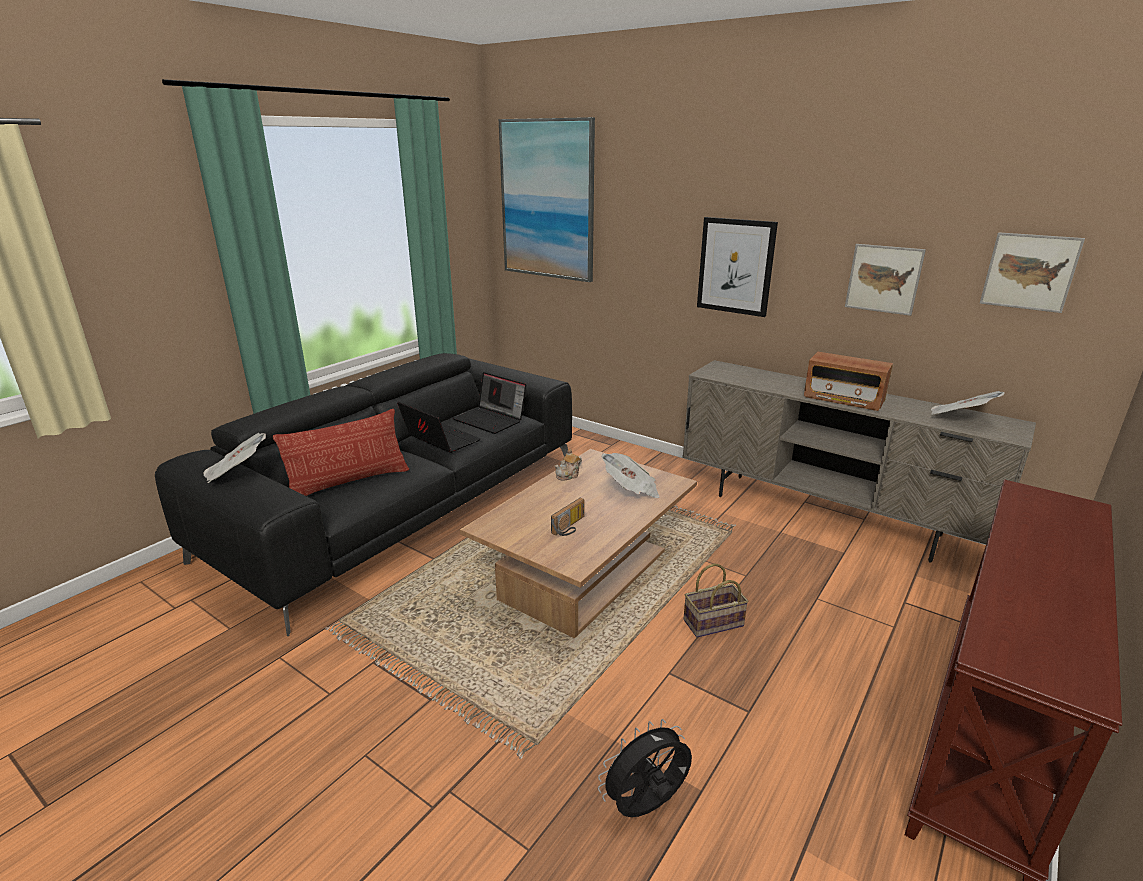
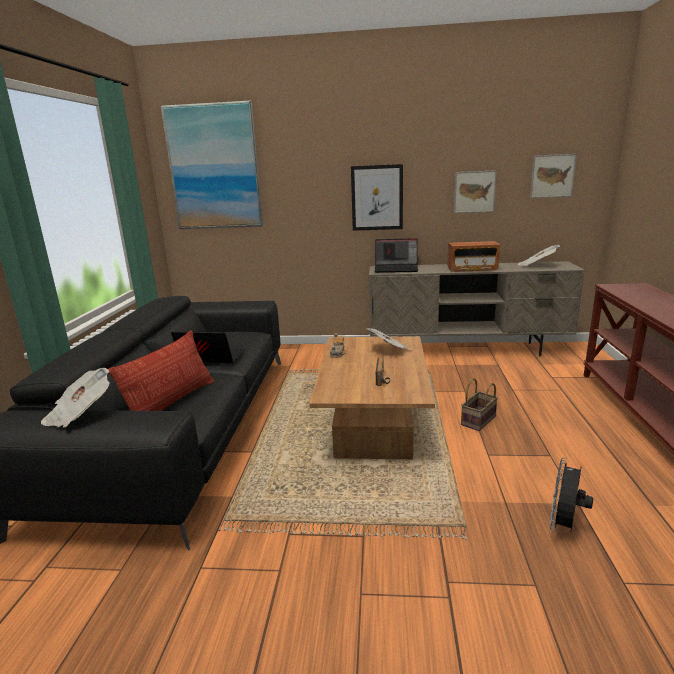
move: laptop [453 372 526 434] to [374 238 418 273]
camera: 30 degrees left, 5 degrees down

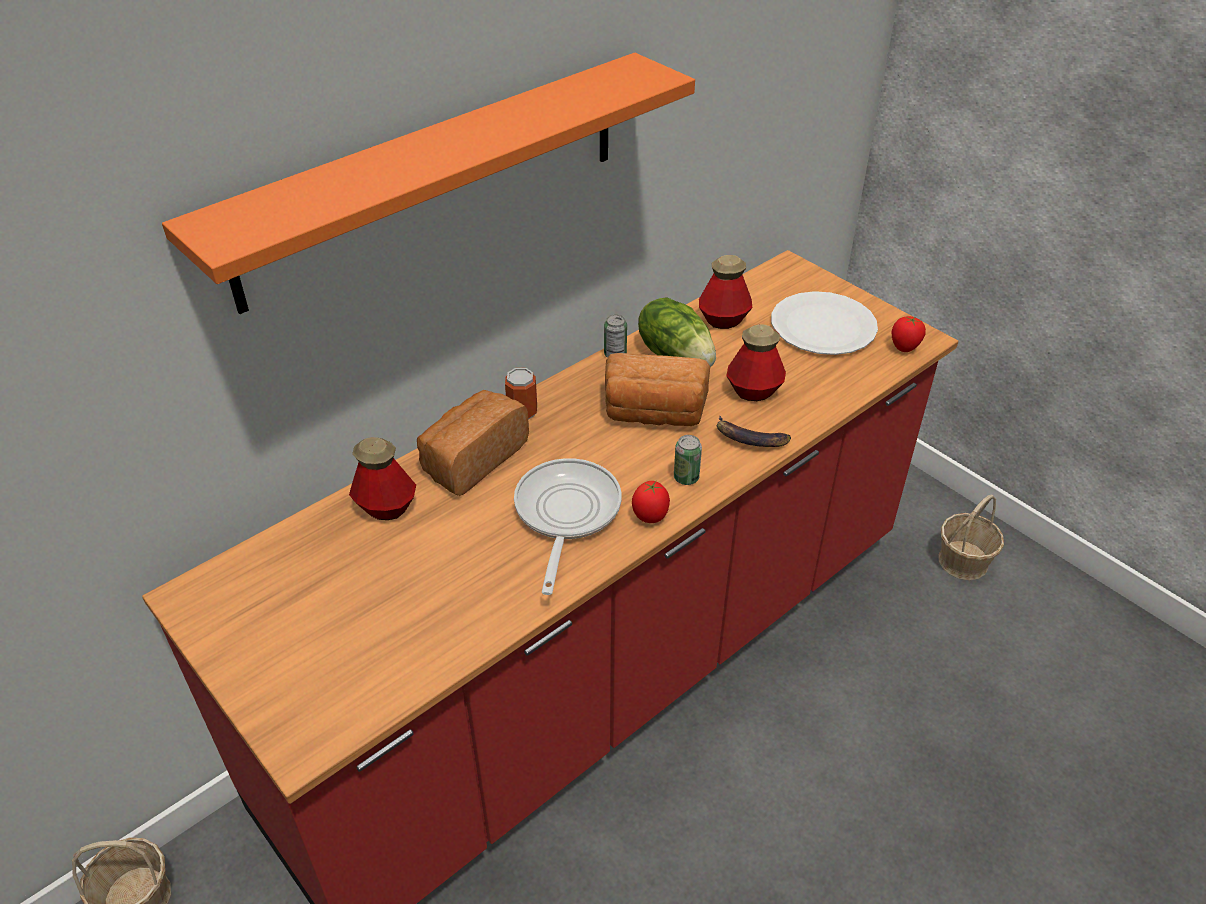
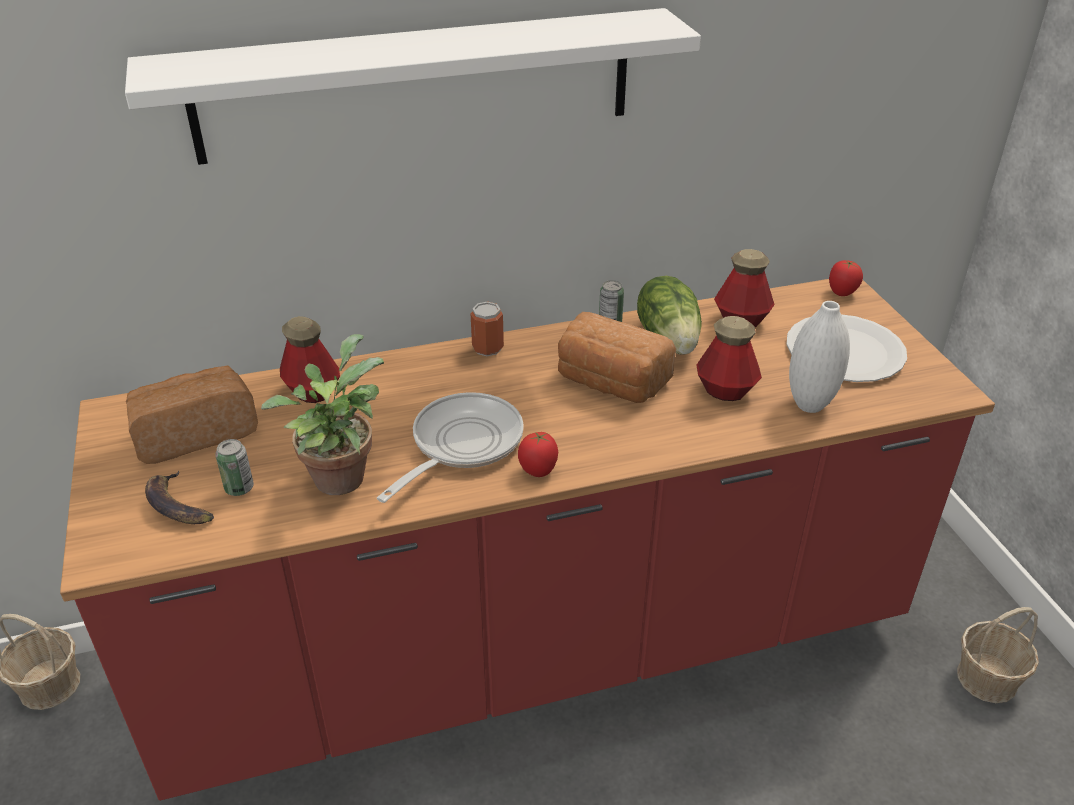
insert: roślina doniczkowa [261 334 384 495]; wazon [biały] [789 301 850 413]
move: chleb [417 390 529 496] to [126 365 258 464]; puszka [674 435 702 485] to [216 439 254 496]; banan [717 416 791 447] to [145 471 214 524]; pomidor [892 316 926 352] to [829 260 863 296]
recolor: półka [pomarańczowy] [162 53 695 314] to półka [biały] [125 8 701 165]
camera: 25 degrees right, 5 degrees down

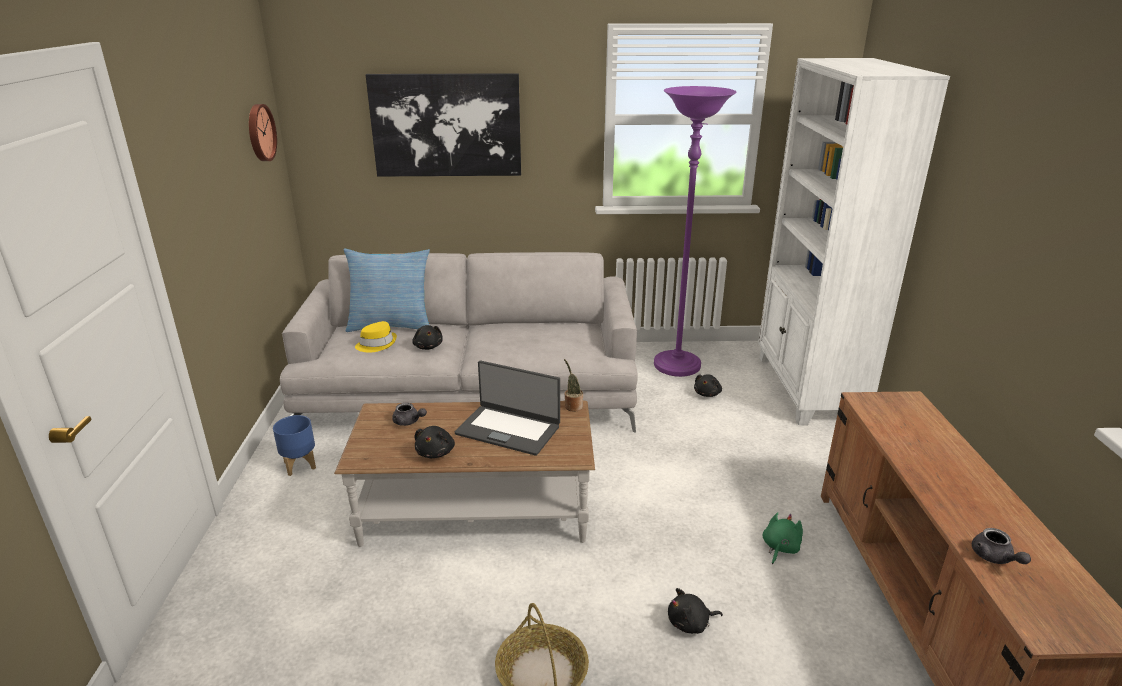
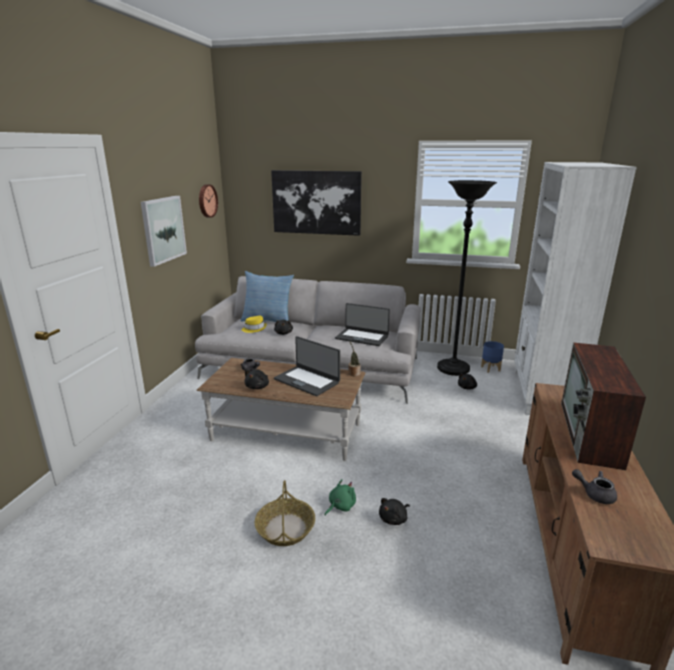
insert: obraz [141 196 187 267]; laptop [335 303 390 346]; telewizor [561 342 646 470]
move: donica [niebieski] [273 415 316 476] to [481 341 504 373]; pluszak [zielony] [763 512 803 564] to [324 479 356 516]
recolor: lampa stojąca [fioletowy] [654 86 737 377] to lampa stojąca [czarny] [437 180 497 376]
rotate: pluszak [czarny] [668 588 723 634] = [379 498 410 525] 45 degrees counterclockwise; imbryk [szary] [972 528 1031 564] = [572 469 617 504] 120 degrees clockwise
camera: 15 degrees right, 5 degrees down

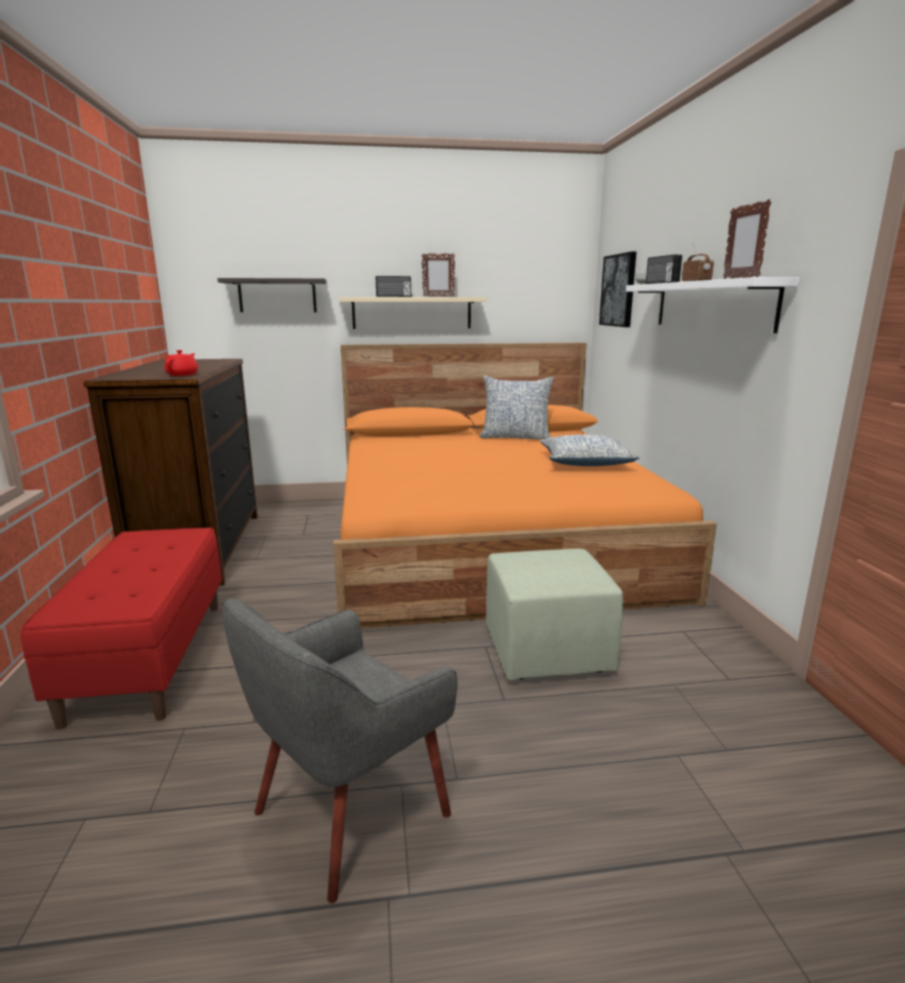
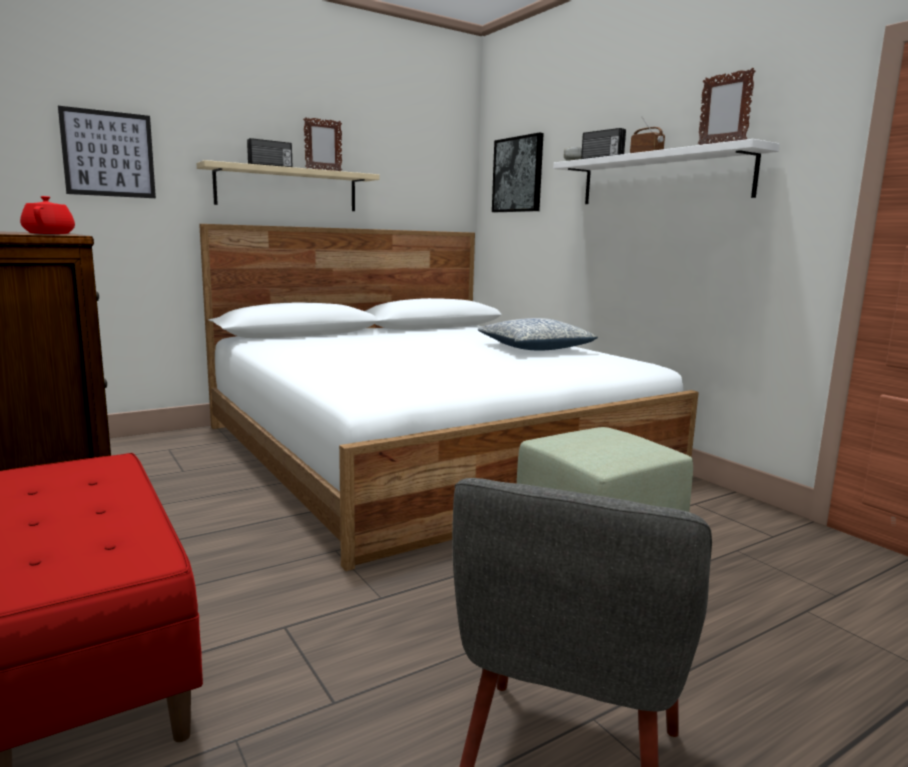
delete: poduszka [479 375 554 440]
replace: półka [217 278 327 312] to obraz [58 106 156 198]
recolor: łóżko [pomarańczowy] [333 342 717 628] to łóżko [biały] [199 224 699 571]
camera: 25 degrees left, 5 degrees down

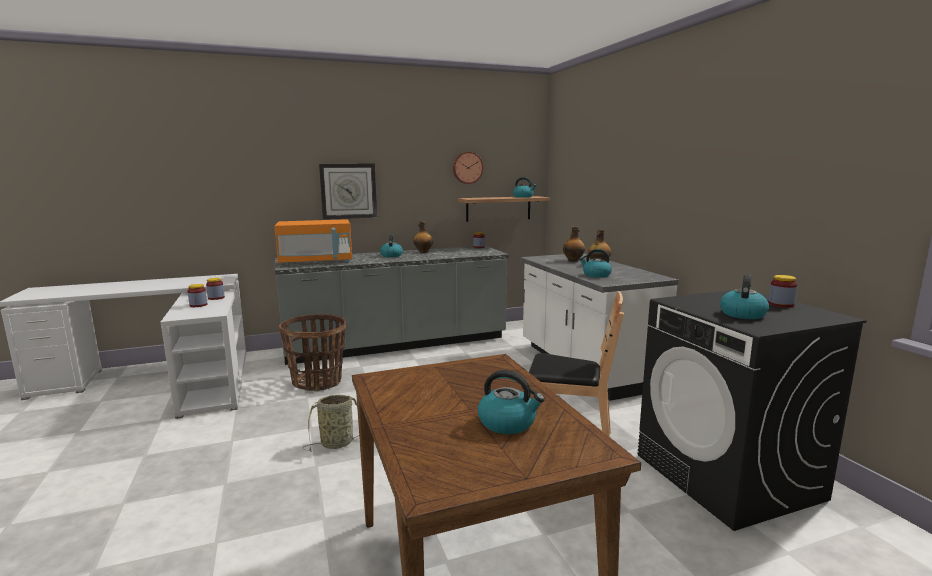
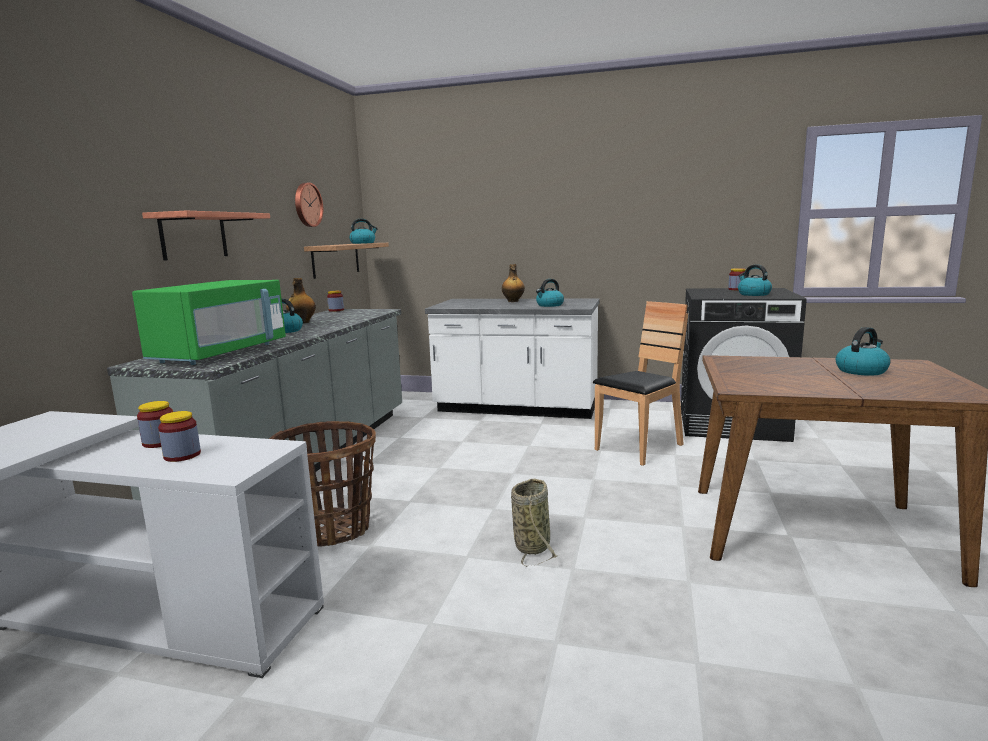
delete: butelka [563 226 585 262]
replace: zegar ścienny [319 164 377 219] to półka [142 211 270 261]
recolor: mikrofalówka [pomarańczowy] [275 220 352 265] to mikrofalówka [zielony] [132 280 286 365]
camera: 55 degrees left, 0 degrees up

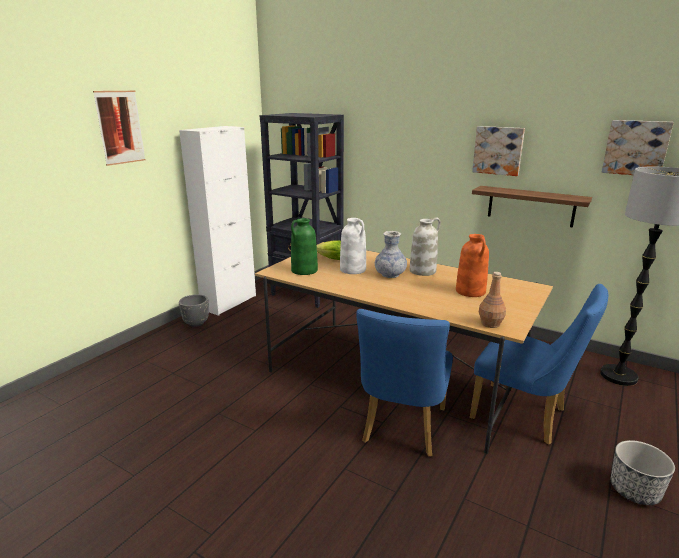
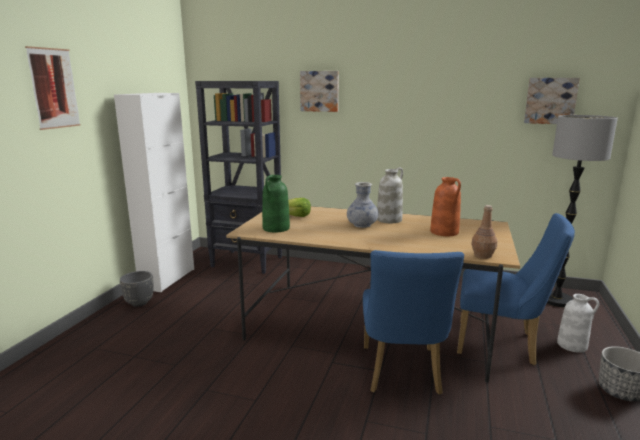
delete: półka [472 186 592 228]
move: wazon [biały] [340 218 366 274] to [557 294 599 353]; obraz [472 126 525 176] to [300 71 339 112]
camera: 15 degrees left, 5 degrees down

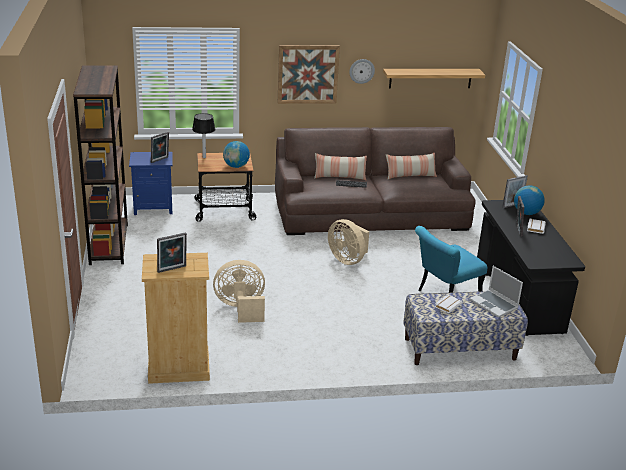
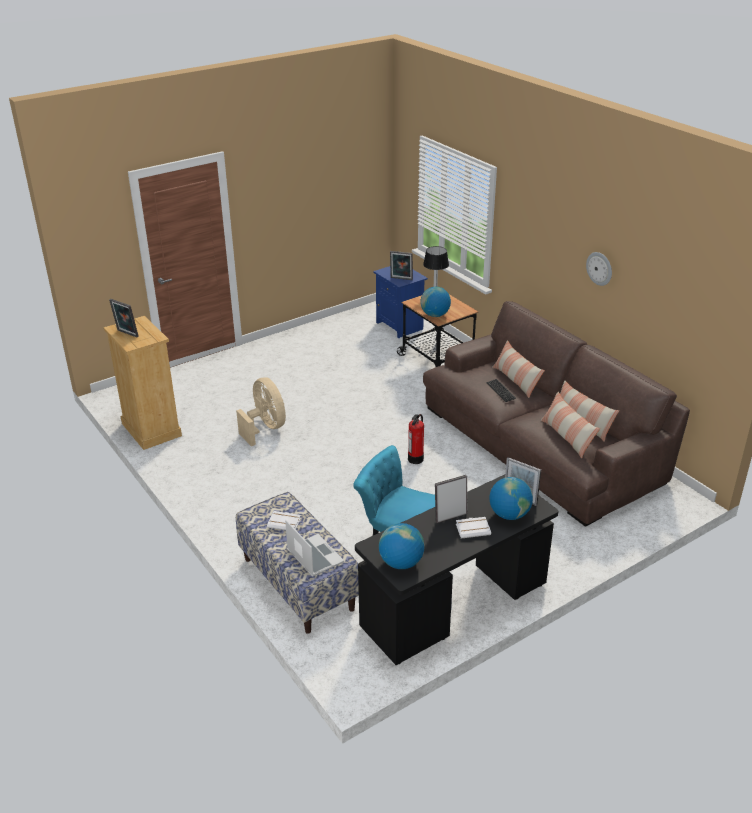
delete: regał [brązowy] [73 65 128 265]; obraz [278 45 340 104]; półka [383 69 485 89]
insert: globus [379 523 424 569]; poduszka [540 392 600 459]
replace: wentylator [beżowy] [328 219 369 265] to gaśnica [408 414 424 464]
rotate: laptop [470 266 523 317] = [285 520 344 577] 120 degrees clockwise
camera: 65 degrees right, 5 degrees up

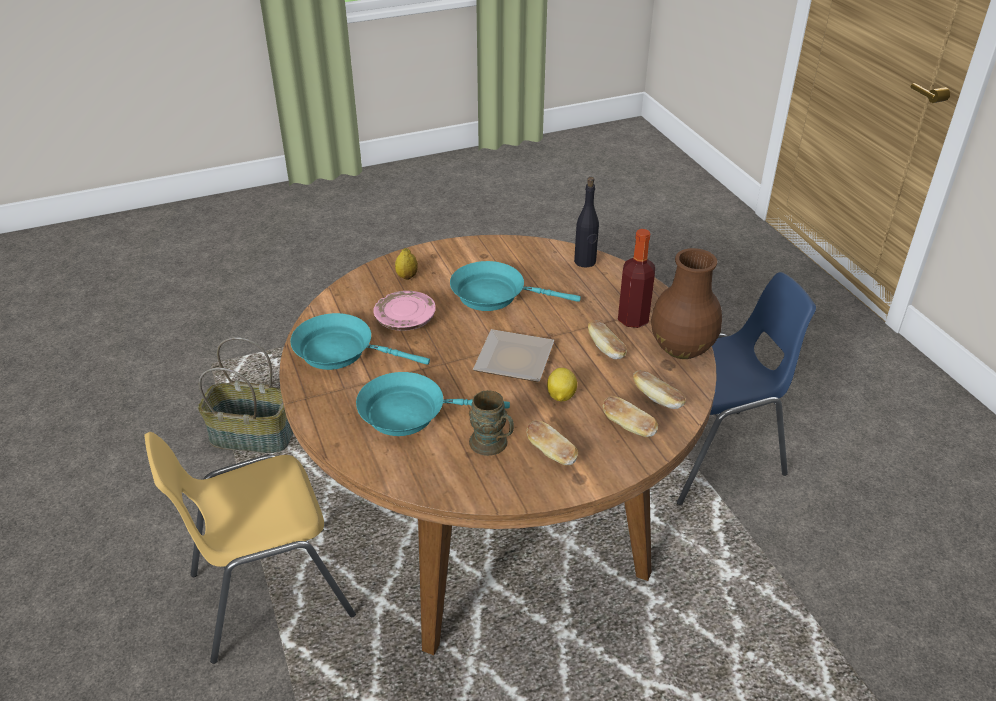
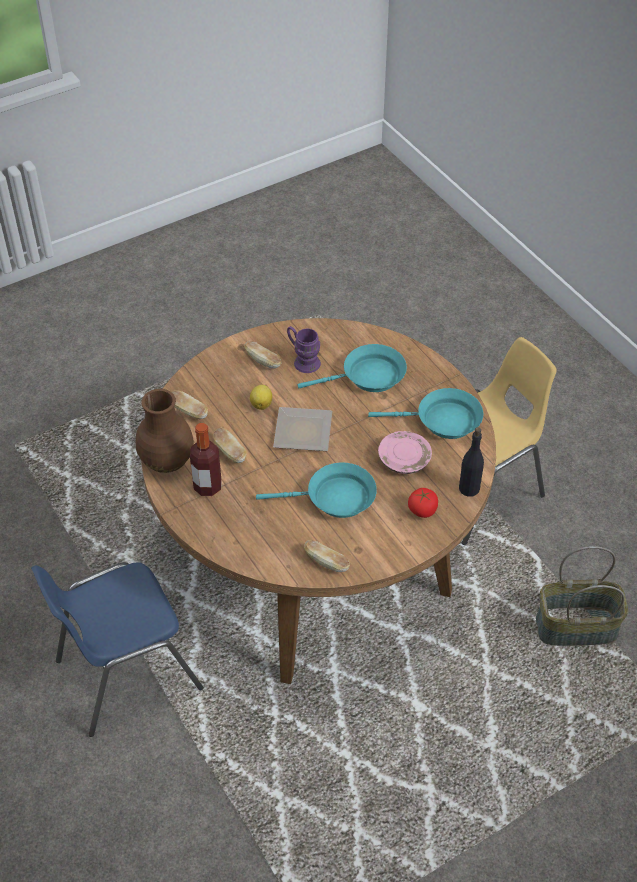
move: butelka [czarny] [574 177 599 267] to [459 427 484 497]; chleb [603 396 658 437] to [304 540 350 572]
replace: cytryna [395 248 418 280] to pomidor [408 488 438 518]
recolor: kubek [brązowy] [469 390 514 456] to kubek [fioletowy] [287 326 321 373]
camera: 170 degrees right, 10 degrees up

